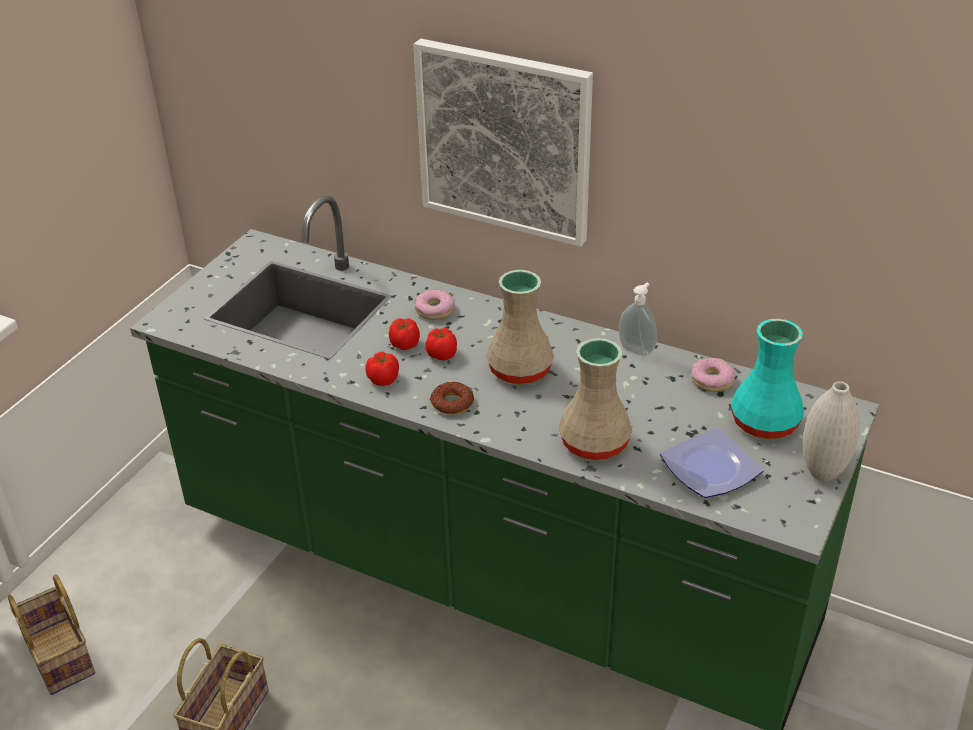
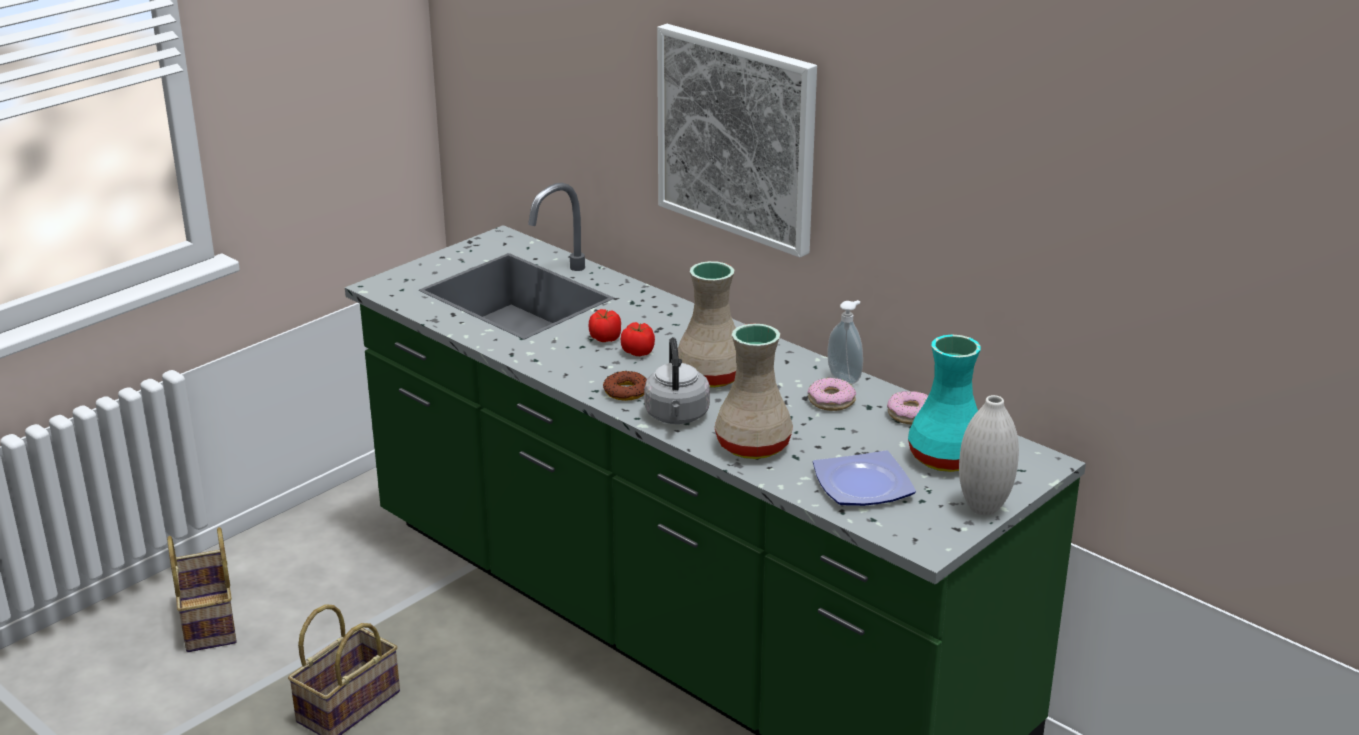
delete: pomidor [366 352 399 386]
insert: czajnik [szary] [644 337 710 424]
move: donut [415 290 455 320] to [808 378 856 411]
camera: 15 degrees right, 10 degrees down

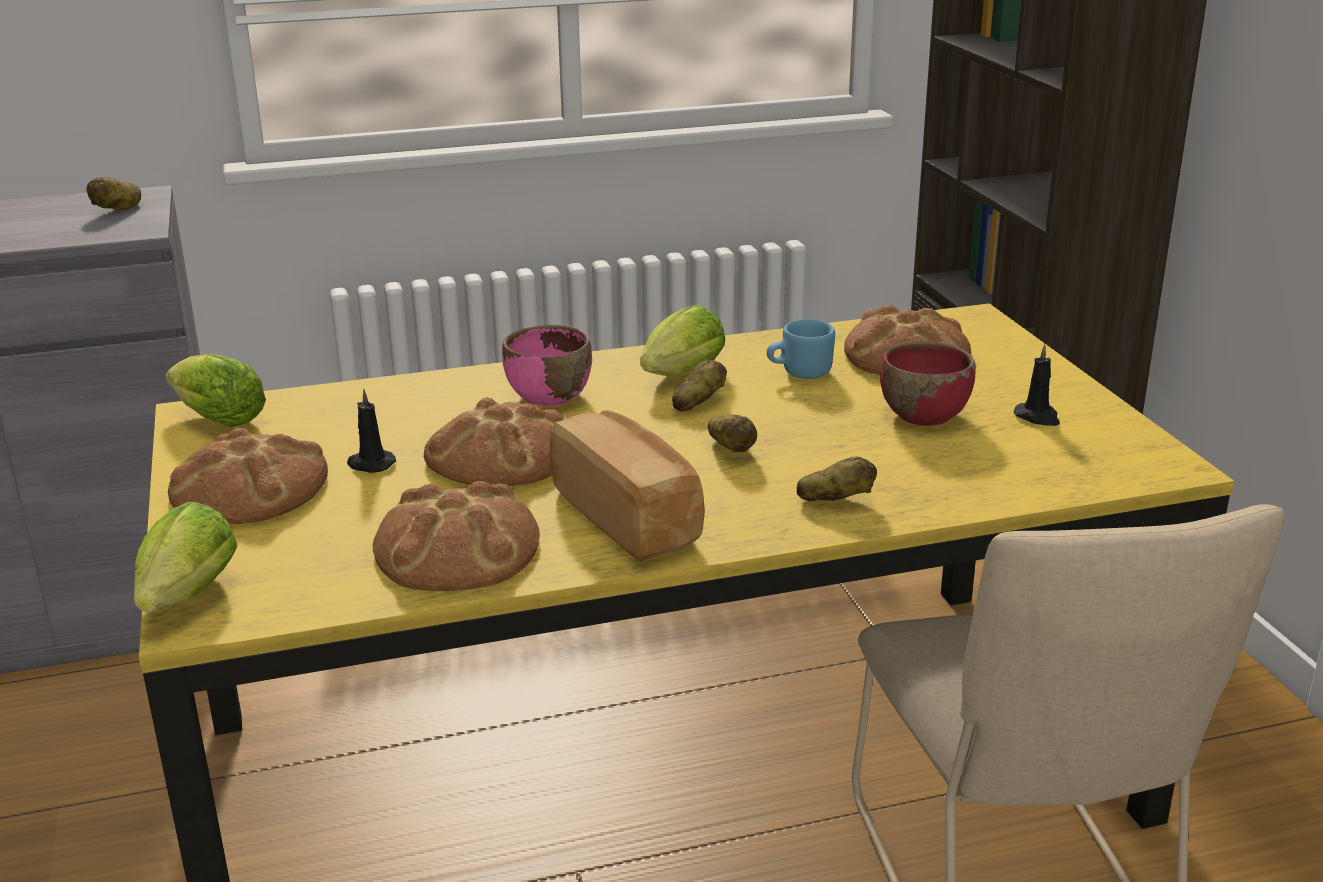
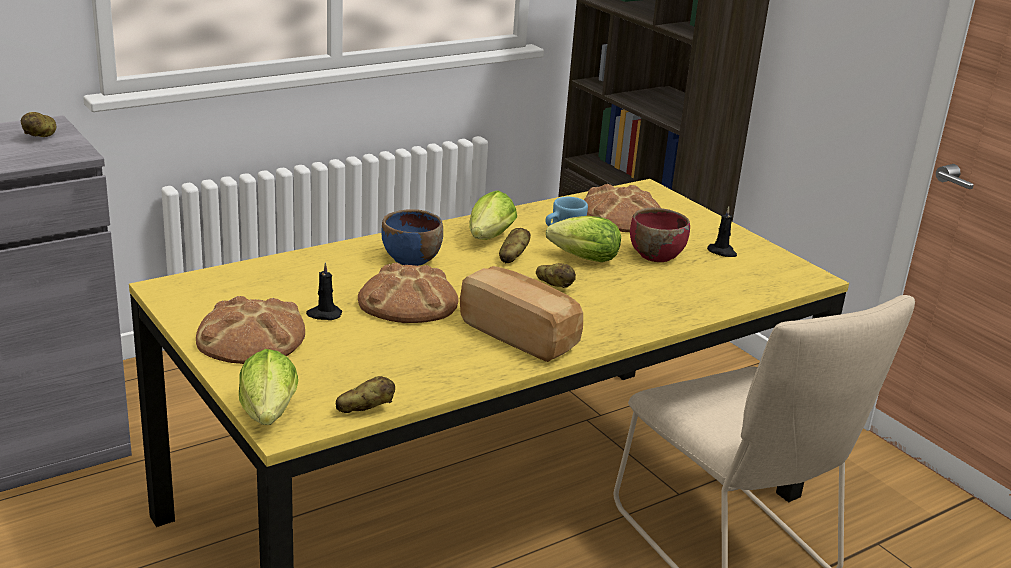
delete: chleb [373 481 540 591]
move: sałata [166 354 266 427] to [546 216 621 262]; ziemniak [797 457 877 501] to [336 376 395 413]
recolor: miska [różowy] [502 325 592 406] to miska [niebieski] [381 209 443 266]
camera: 20 degrees left, 0 degrees up

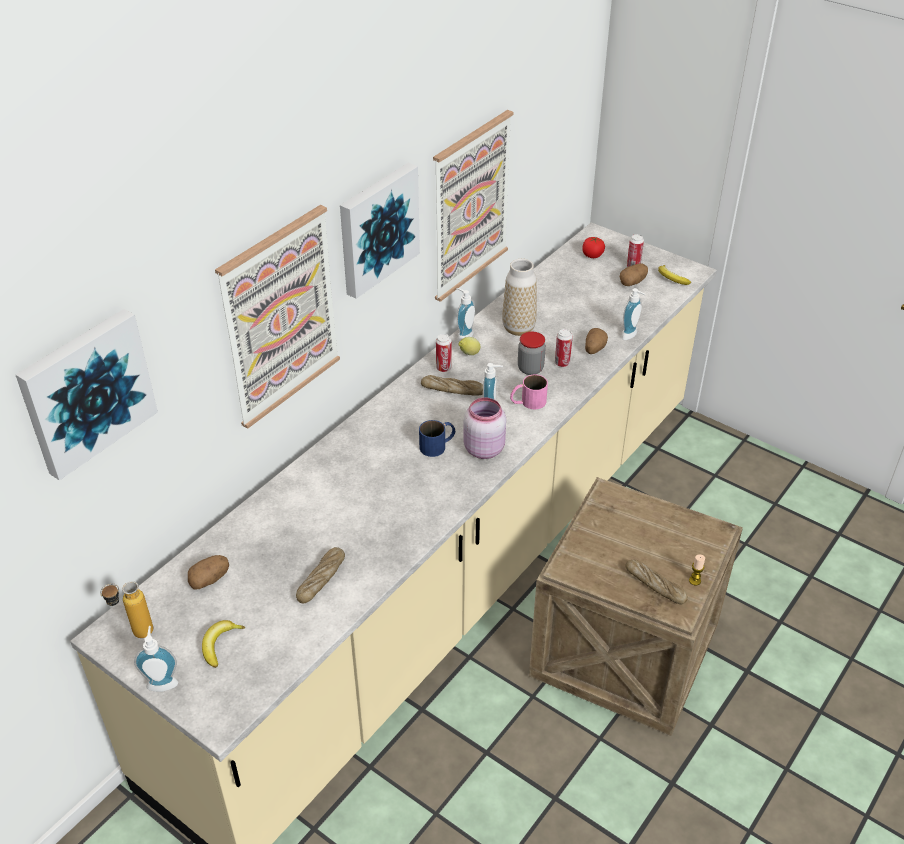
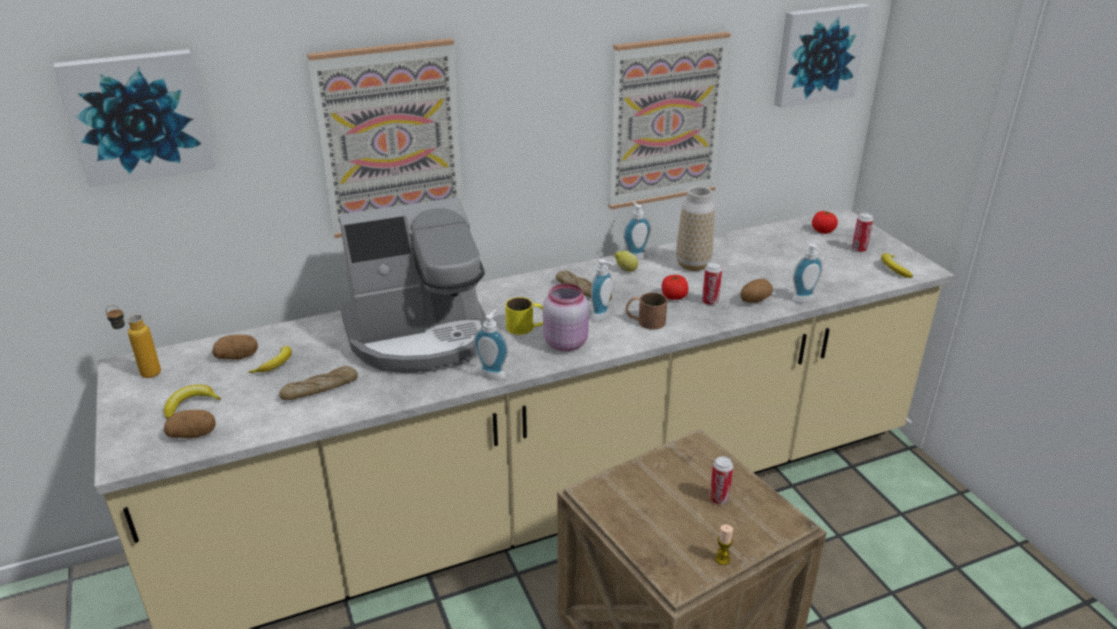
delete: chleb [625 560 688 604]
insert: banan [248 346 292 373]; ekspres do kawy [339 197 486 373]
move: dozownik mydła [134 626 178 692] to [474 309 508 380]; obraz [340 163 420 299] to [774 4 871 108]; puszka [436 334 451 372] to [709 456 733 504]; ziemniak [620 263 648 286] to [164 410 216 438]
replace: słoik [518 331 546 375] to pomidor [662 275 688 300]
recolor: kubek [niebieski] [419 420 455 457] to kubek [żółty] [505 297 543 335]; kubek [różowy] [510 374 548 409] to kubek [brązowy] [626 292 667 330]
camera: 30 degrees right, 10 degrees down

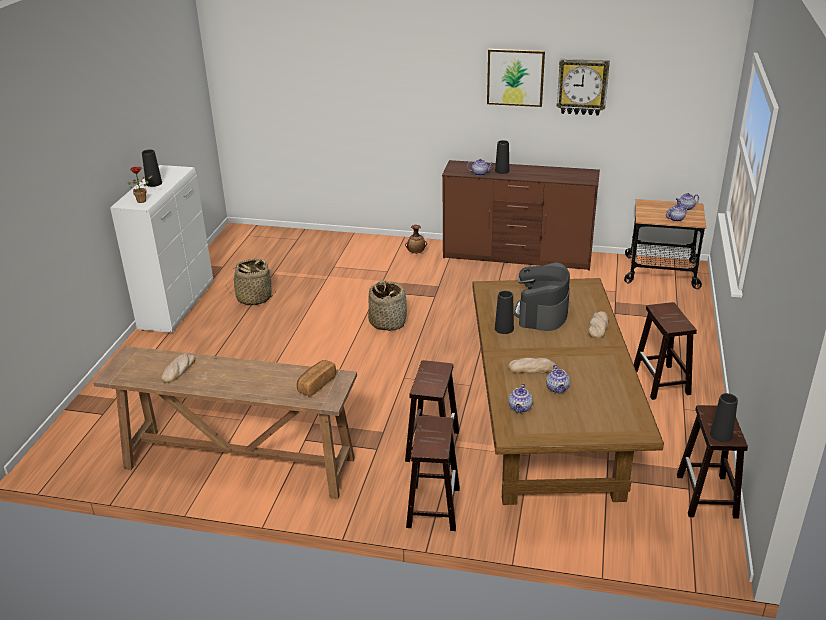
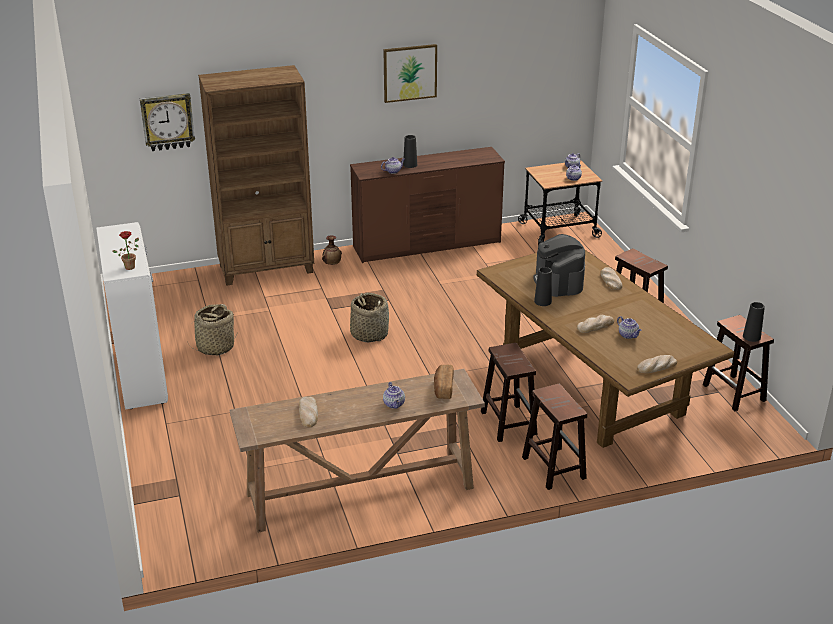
delete: wazon [czarny] [142 150 162 187]
insert: regał [brązowy] [198 65 314 286]; chleb [637 355 677 373]
move: imbryk [508 383 533 413] to [383 382 405 409]; zegar ścienny [557 59 610 116] to [140 93 195 151]
camera: 30 degrees left, 0 degrees up

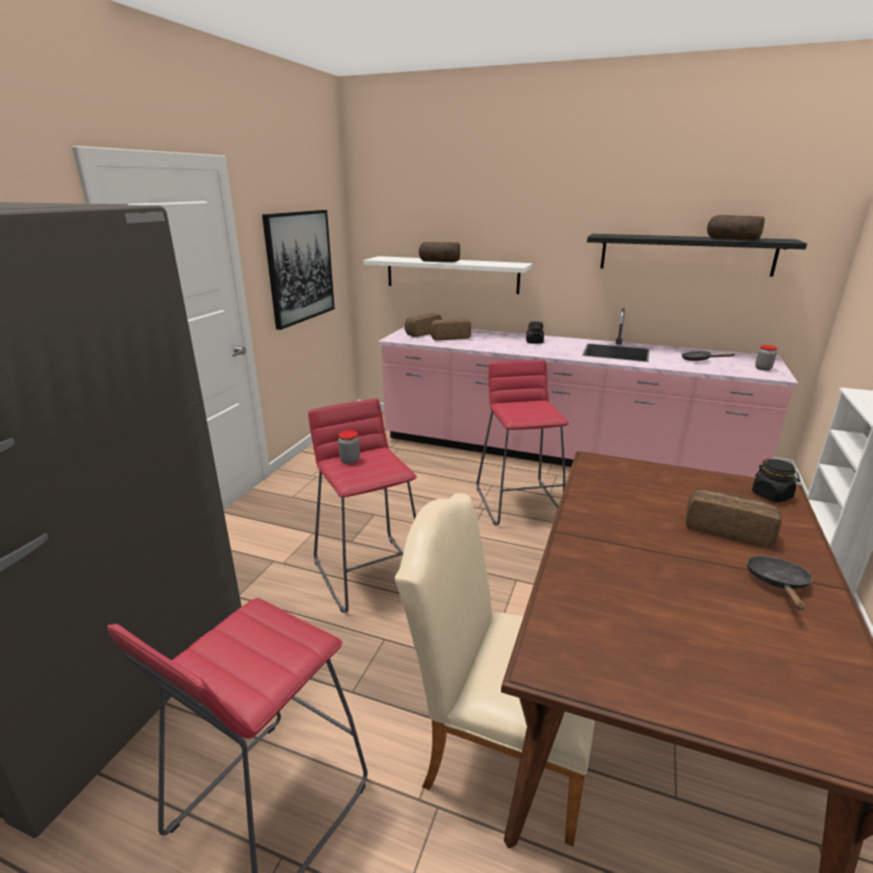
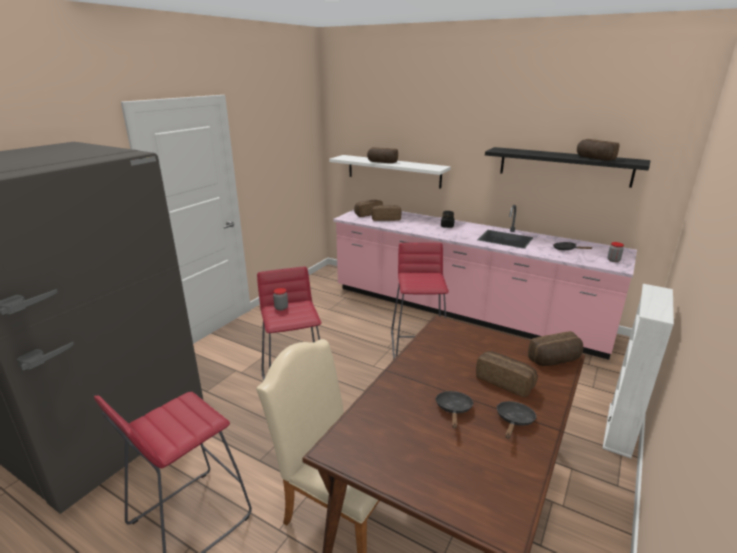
delete: obraz [262 210 335 330]
insert: patelnia [czarny] [435 391 474 428]
replace: słoik [czarny] [752 459 800 503] to chleb [528 331 583 366]
camera: 10 degrees right, 0 degrees up

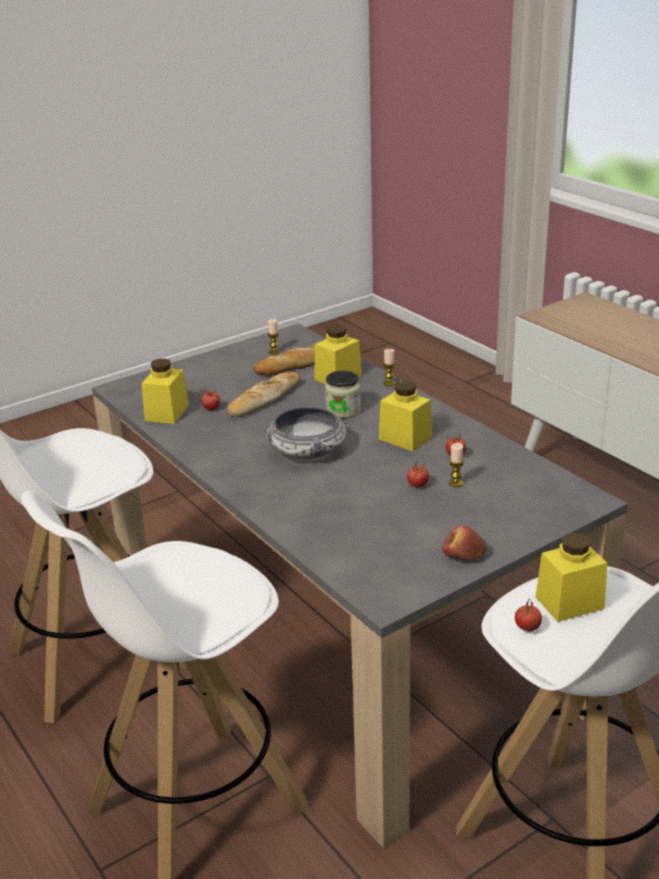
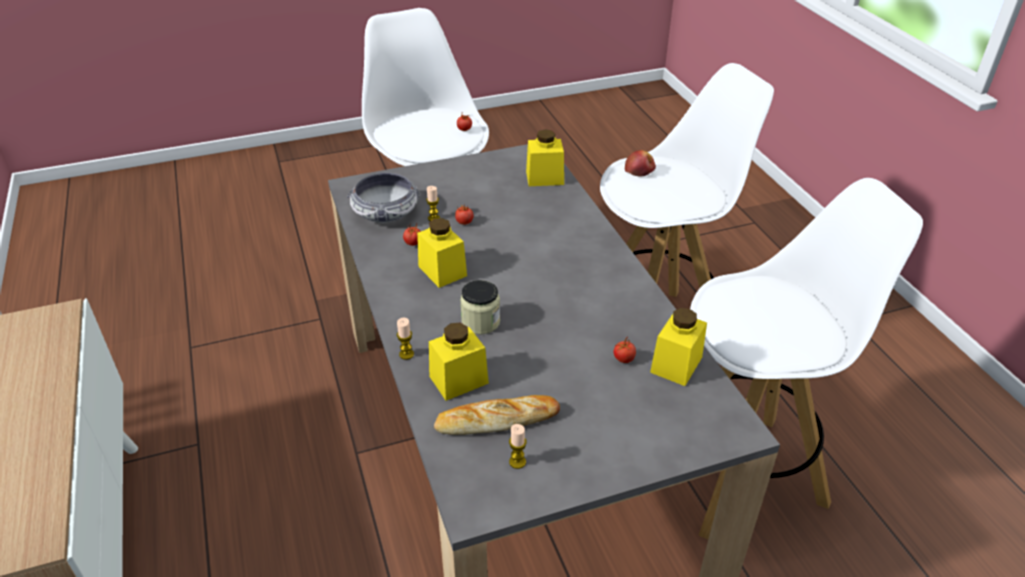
delete: chleb [227 372 300 417]
move: miska [266 406 346 460] to [347 173 421 222]; jabłko [442 525 487 560] to [625 150 656 177]; słoik [żółty] [536 533 607 622] to [526 129 564 186]
camera: 165 degrees left, 10 degrees up

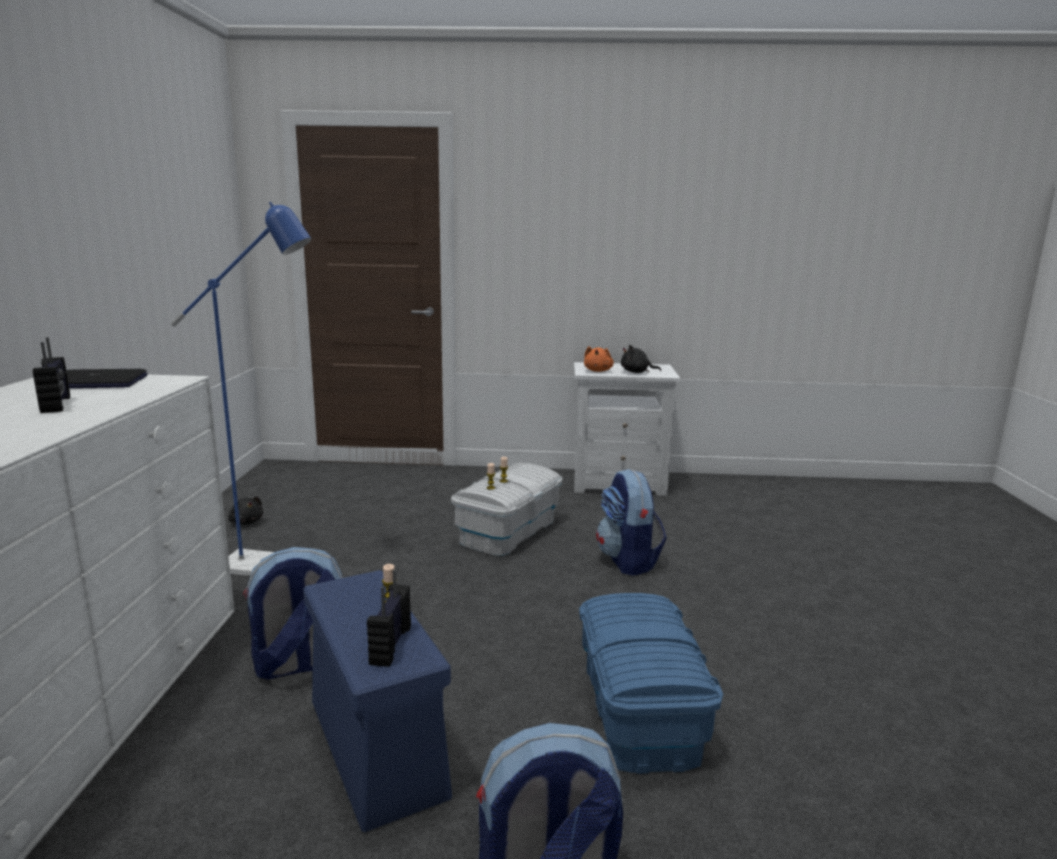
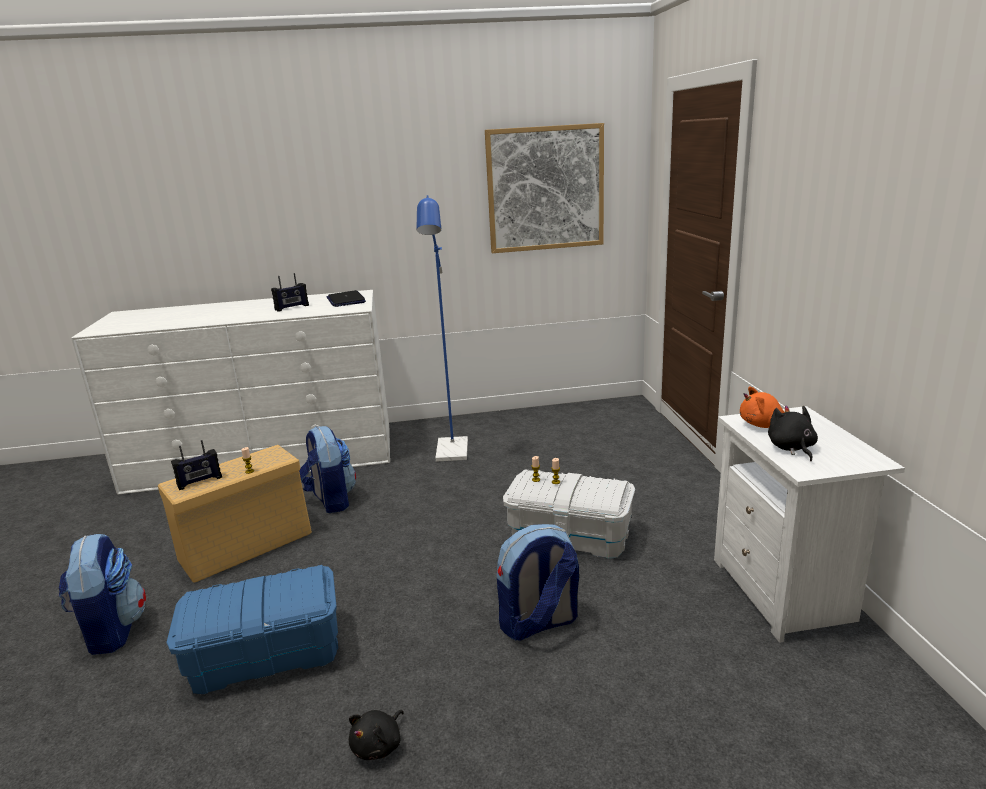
insert: obraz [485 123 604 253]
move: pluszak [czarny] [228 496 263 525] to [349 710 404 760]
recolor: pojemnik do przechowywania [niebieski] [303 570 452 832] to pojemnik do przechowywania [beżowy] [158 445 312 583]
rotate: radio [367 570 411 667] = [171 440 222 490] 150 degrees clockwise
camera: 80 degrees right, 5 degrees up

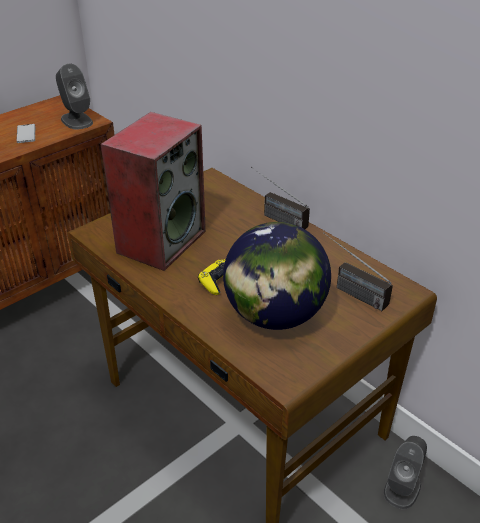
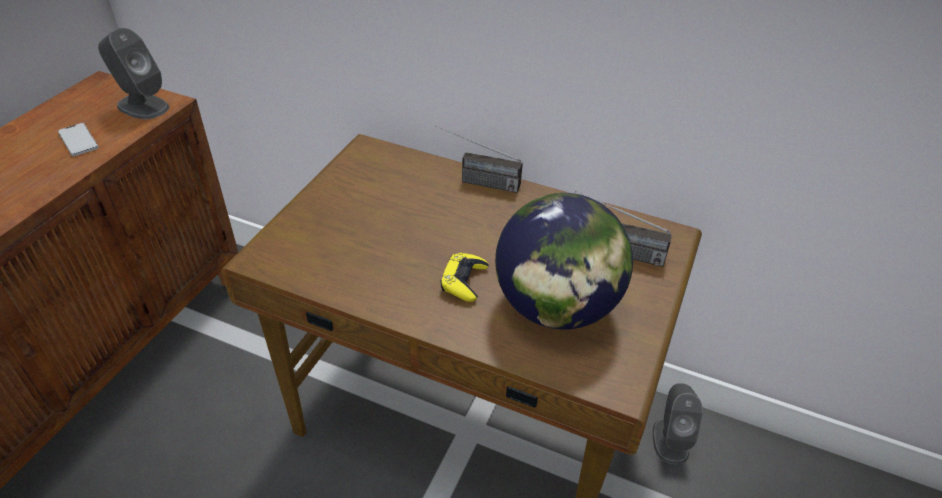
delete: głośnik [101 112 206 271]
camera: 25 degrees left, 5 degrees up

